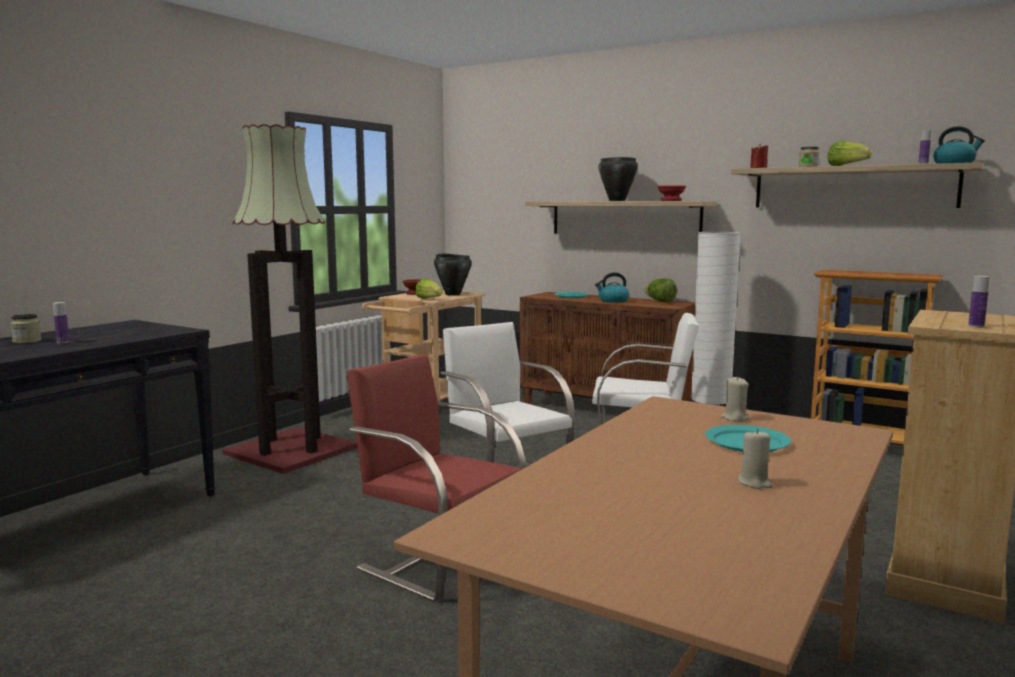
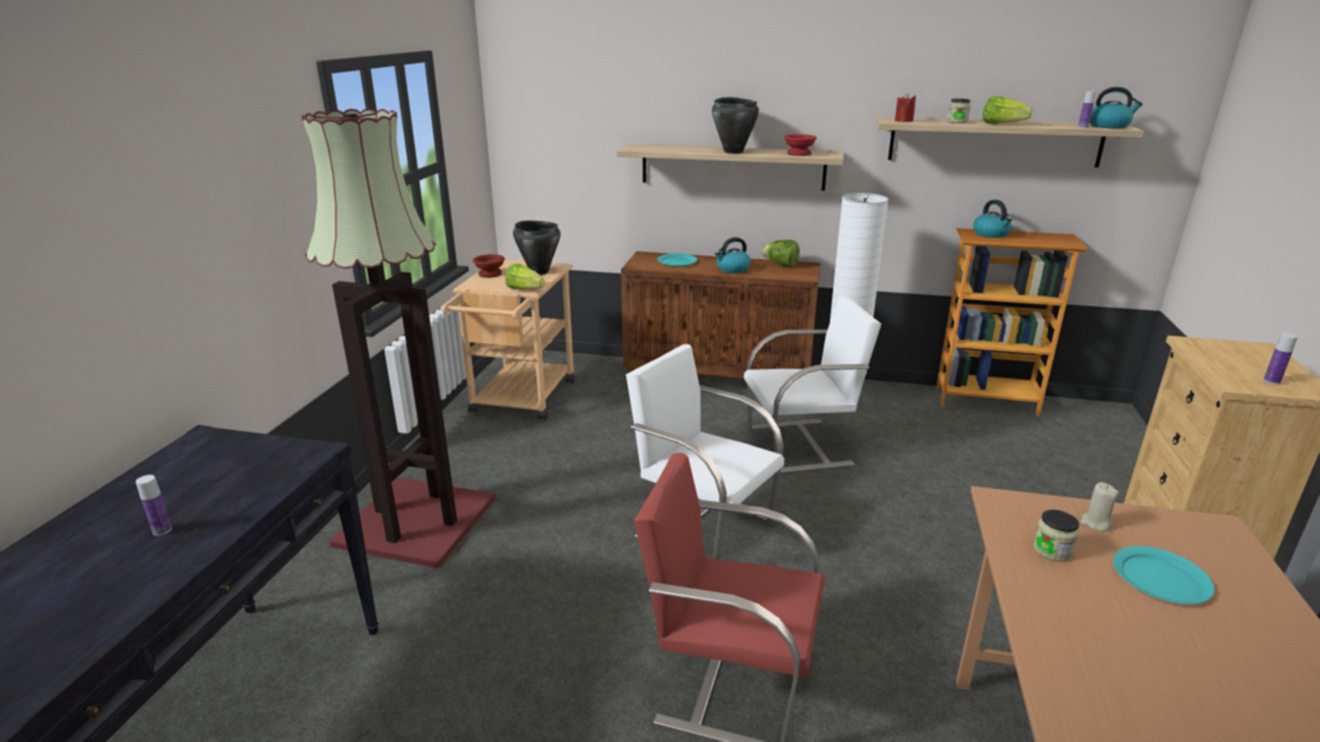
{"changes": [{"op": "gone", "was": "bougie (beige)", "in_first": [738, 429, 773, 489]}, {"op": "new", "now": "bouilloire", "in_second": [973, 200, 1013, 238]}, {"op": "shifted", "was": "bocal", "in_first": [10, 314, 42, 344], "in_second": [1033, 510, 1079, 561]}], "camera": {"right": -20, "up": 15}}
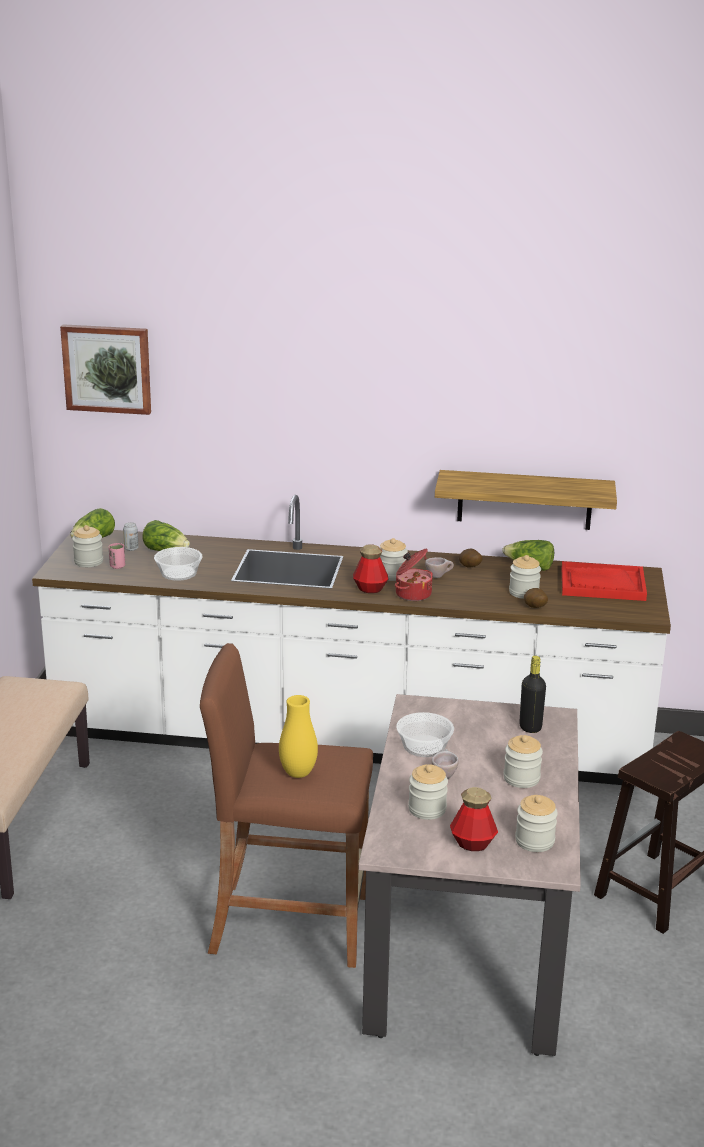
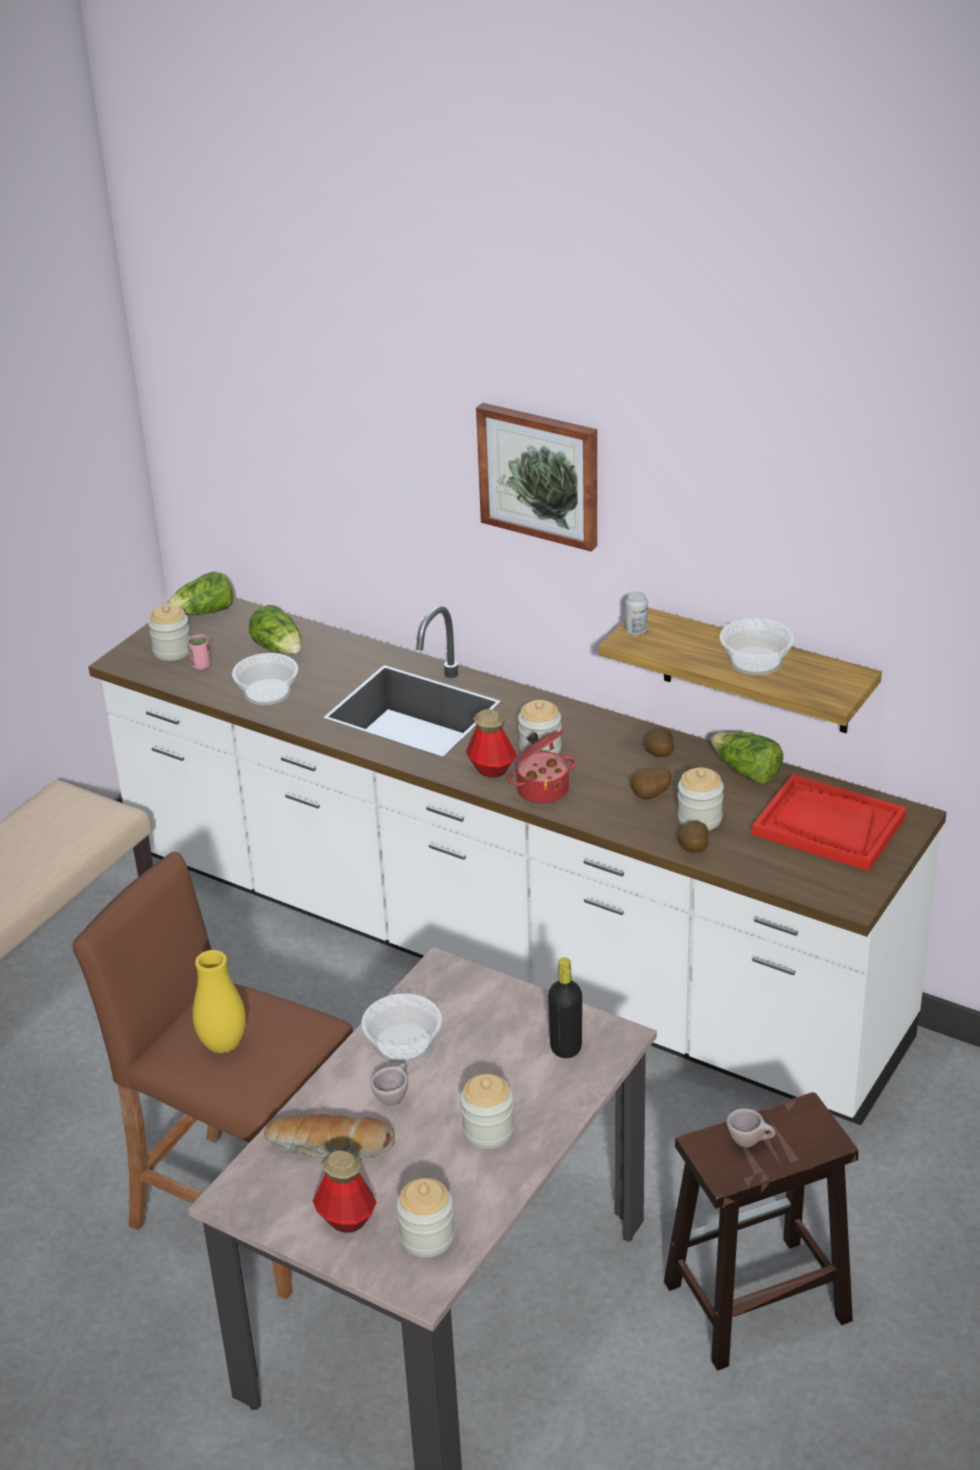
{"changes": [{"op": "new", "now": "pomme de terre", "in_second": [630, 768, 671, 799]}, {"op": "new", "now": "bol", "in_second": [720, 618, 794, 675]}, {"op": "shifted", "was": "tableau", "in_first": [60, 324, 151, 415], "in_second": [476, 403, 597, 552]}, {"op": "shifted", "was": "boîte métallique", "in_first": [123, 522, 139, 551], "in_second": [625, 592, 648, 636]}, {"op": "shifted", "was": "tasse (beige)", "in_first": [425, 557, 454, 578], "in_second": [726, 1109, 776, 1147]}, {"op": "swapped", "was": "bocal", "now": "pain", "in_first": [408, 764, 448, 820], "in_second": [264, 1114, 395, 1159]}], "camera": {"right": 25, "up": 10}}
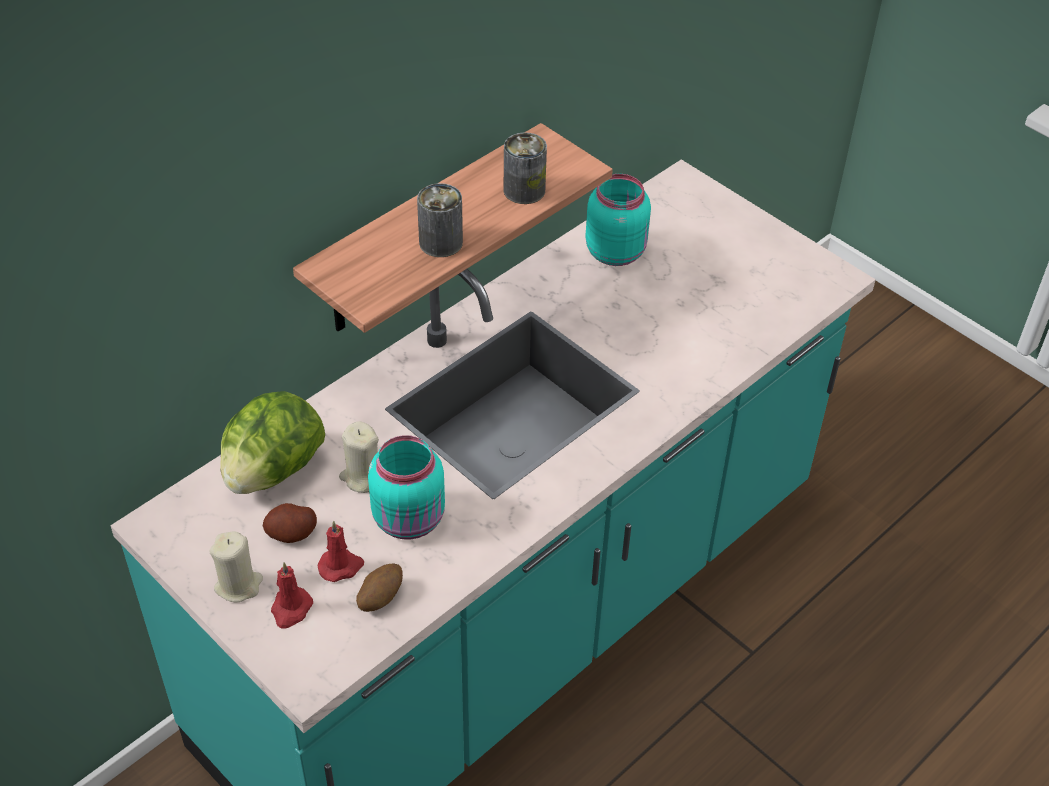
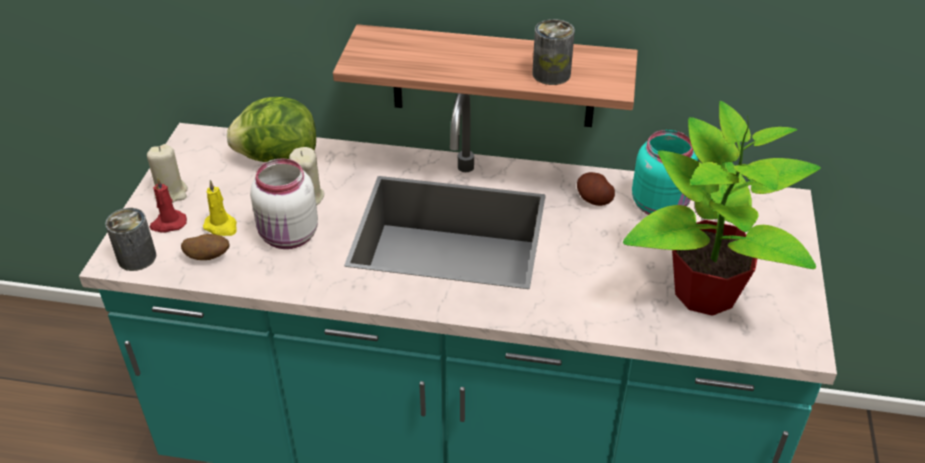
{"changes": [{"op": "new", "now": "plante en pot", "in_second": [623, 101, 821, 316]}, {"op": "shifted", "was": "pomme de terre", "in_first": [263, 503, 317, 543], "in_second": [577, 172, 615, 206]}, {"op": "shifted", "was": "boîte métallique", "in_first": [417, 183, 463, 257], "in_second": [105, 208, 156, 271]}, {"op": "repainted", "was": "bougie (rouge)", "now": "bougie (jaune)", "in_first": [318, 521, 364, 582], "in_second": [203, 180, 237, 236]}, {"op": "repainted", "was": "bocal (turquoise)", "now": "bocal (blanc)", "in_first": [368, 435, 445, 540], "in_second": [250, 158, 318, 249]}], "camera": {"right": 55, "up": -5}}
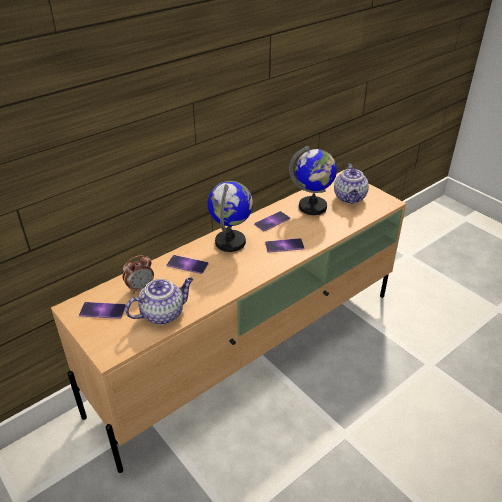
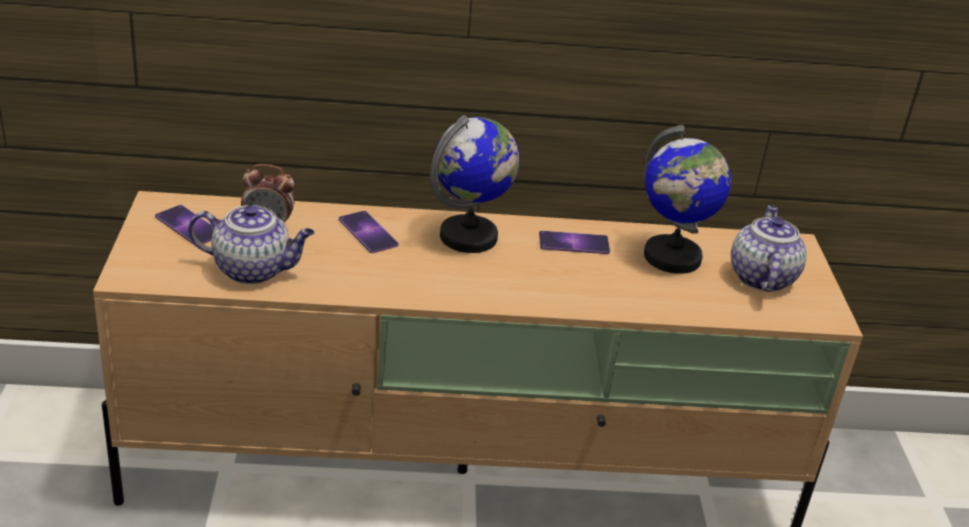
{"changes": [{"op": "gone", "was": "téléphone", "in_first": [265, 238, 304, 253]}, {"op": "rotated", "was": "théière", "in_first": [334, 164, 369, 204], "in_second": [731, 205, 807, 292], "clockwise": 150}], "camera": {"right": 35, "up": -5}}
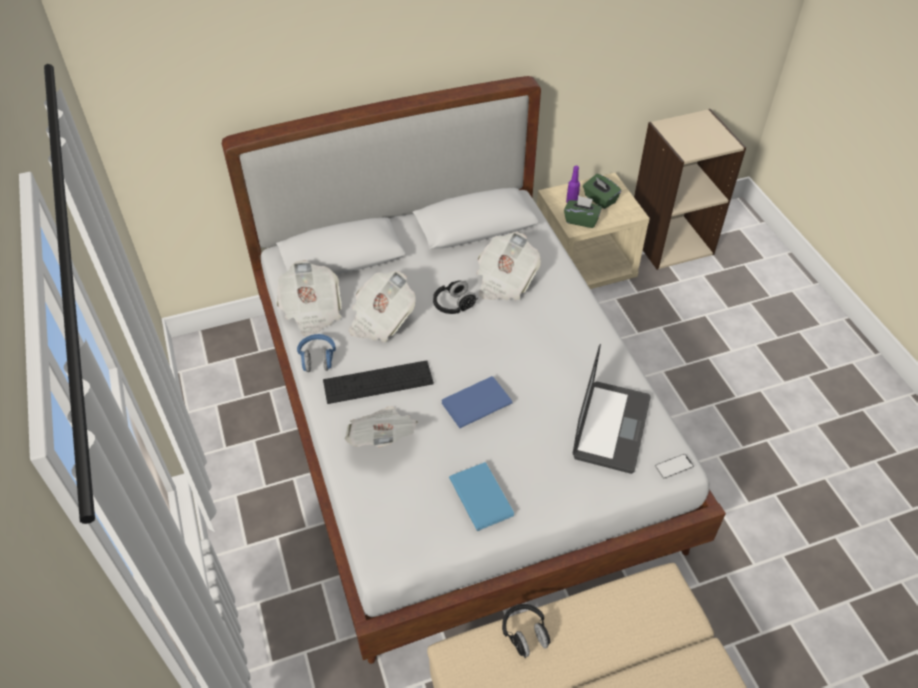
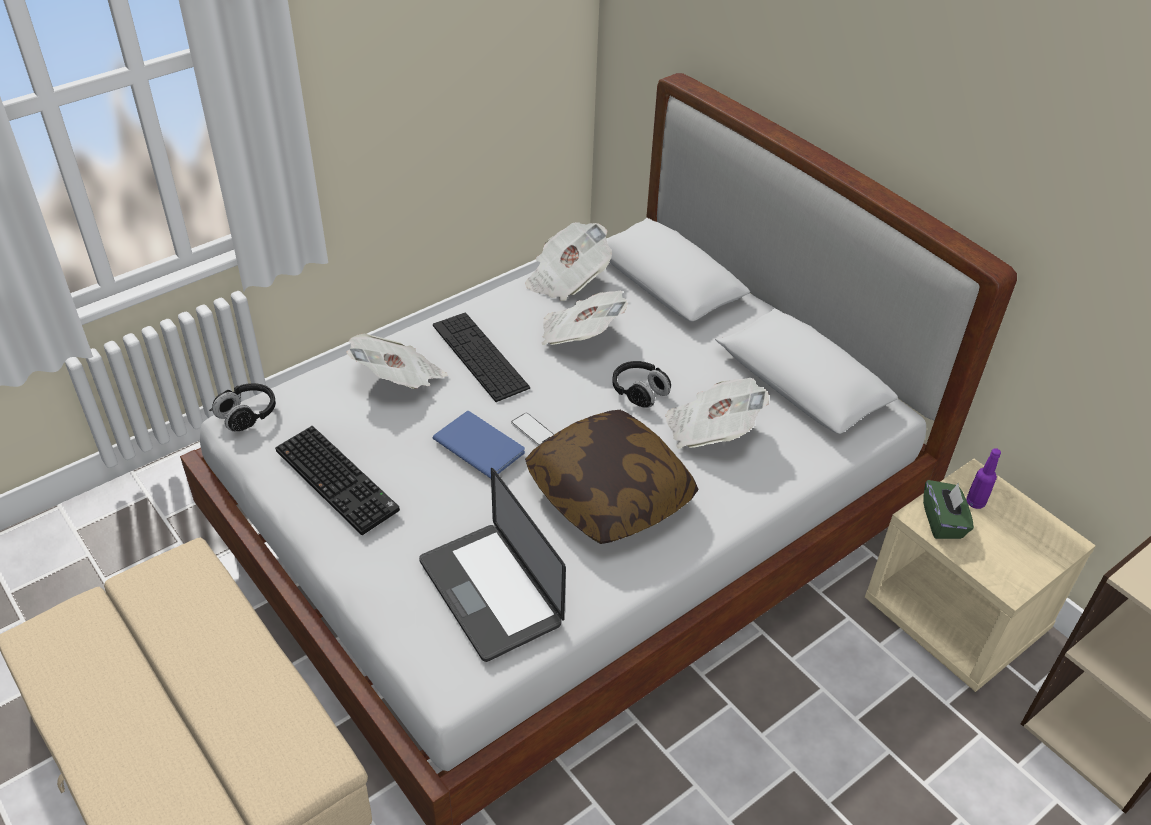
{"changes": [{"op": "gone", "was": "casque audio (bleu)", "in_first": [297, 334, 336, 372]}, {"op": "gone", "was": "boîte à mouchoirs (vert)", "in_first": [583, 174, 621, 209]}, {"op": "new", "now": "coussin", "in_second": [525, 410, 699, 544]}, {"op": "shifted", "was": "casque audio (noir)", "in_first": [502, 604, 550, 658], "in_second": [209, 383, 276, 431]}, {"op": "shifted", "was": "téléphone", "in_first": [655, 454, 694, 479], "in_second": [511, 413, 554, 446]}, {"op": "swapped", "was": "livre (bleu)", "now": "clavier", "in_first": [449, 462, 514, 531], "in_second": [275, 426, 400, 535]}, {"op": "rotated", "was": "ordinateur portable", "in_first": [573, 344, 651, 474], "in_second": [419, 468, 566, 662], "clockwise": 60}], "camera": {"right": 70, "up": -5}}
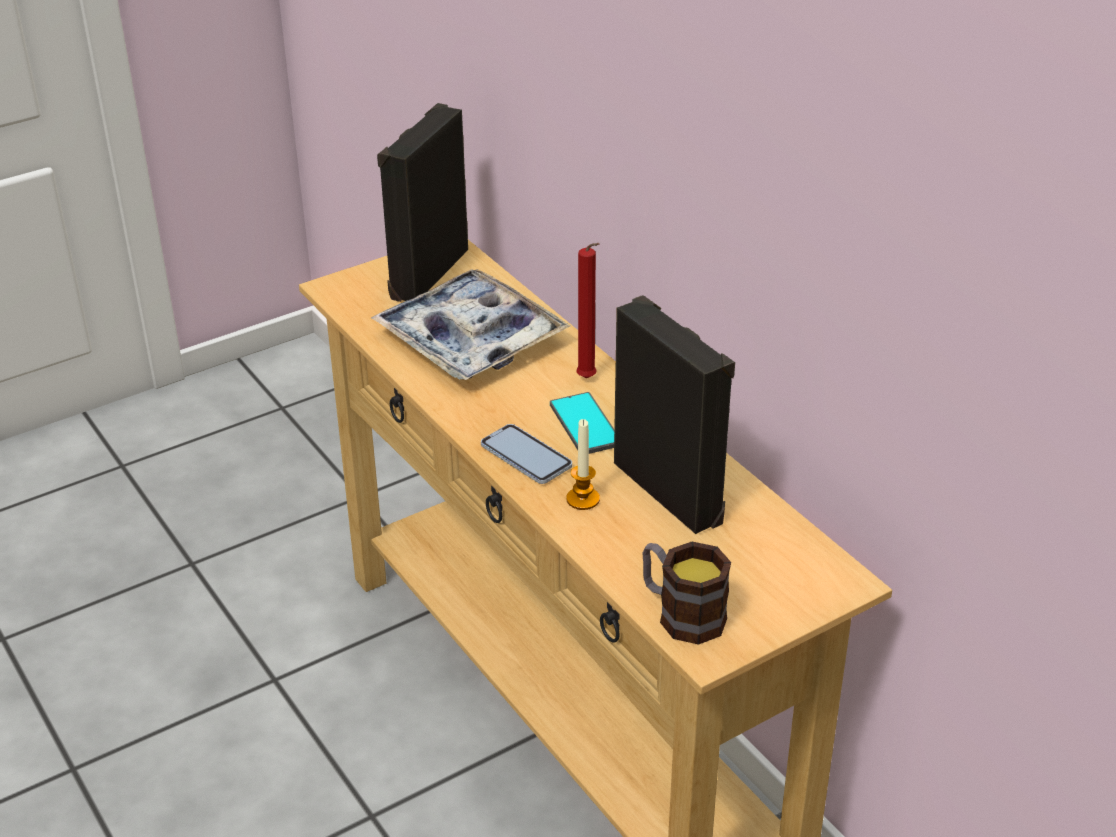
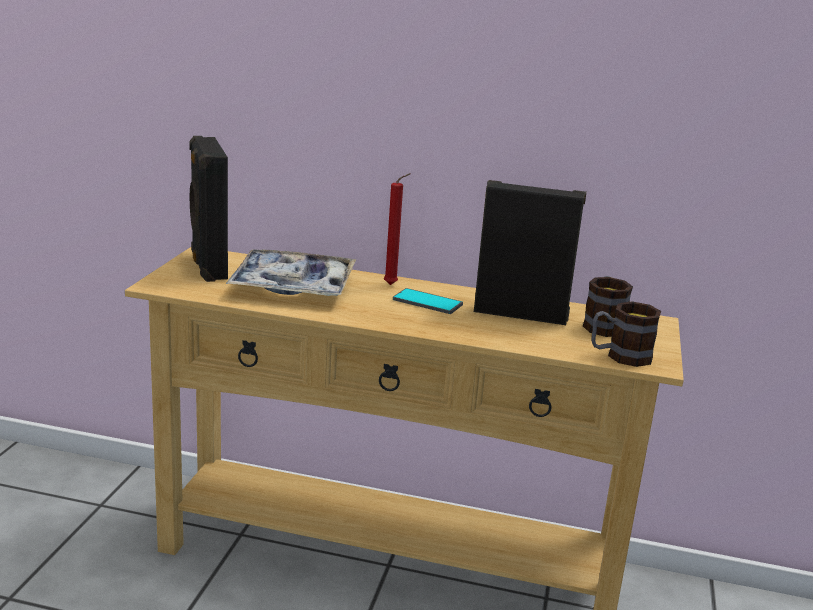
{"changes": [{"op": "gone", "was": "téléphone", "in_first": [481, 424, 572, 484]}, {"op": "gone", "was": "bougie", "in_first": [566, 419, 600, 510]}, {"op": "new", "now": "mug", "in_second": [583, 276, 633, 337]}], "camera": {"right": -45, "up": -15}}
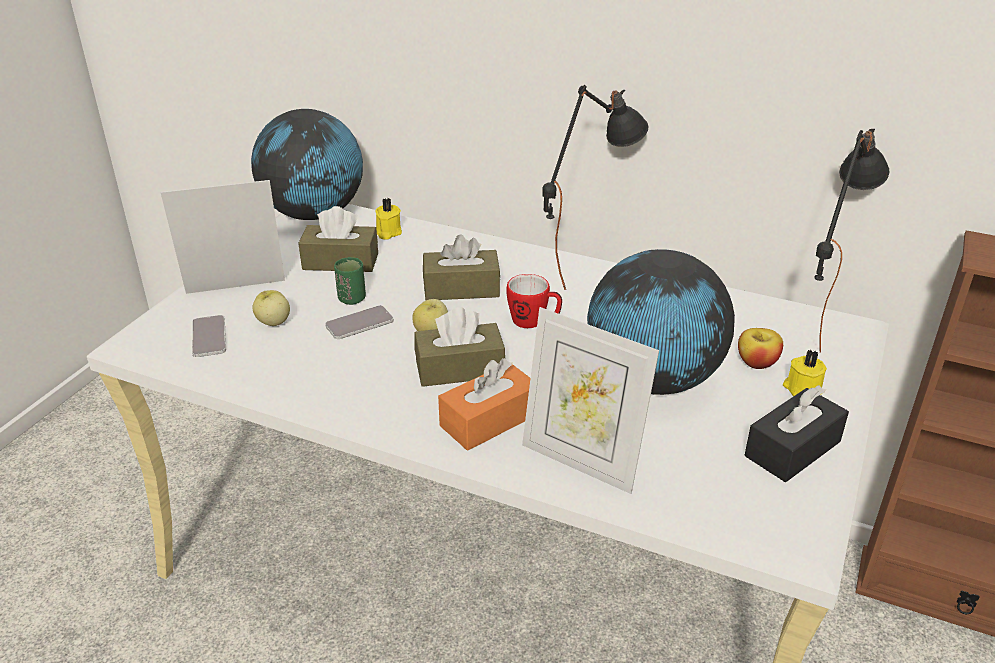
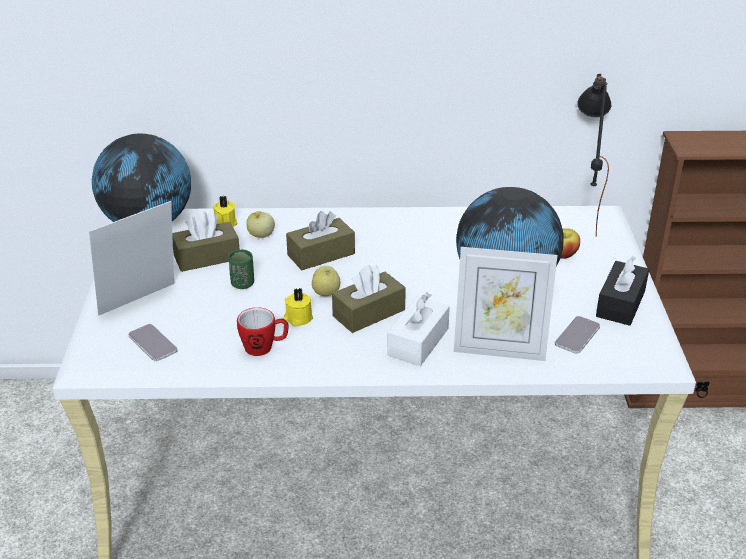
{"changes": [{"op": "gone", "was": "lampe de table (noir)", "in_first": [542, 85, 648, 290]}, {"op": "shifted", "was": "pomme", "in_first": [252, 290, 290, 326], "in_second": [246, 211, 275, 238]}, {"op": "shifted", "was": "téléphone", "in_first": [325, 305, 394, 339], "in_second": [555, 316, 600, 354]}, {"op": "shifted", "was": "mug", "in_first": [507, 274, 562, 328], "in_second": [237, 307, 289, 356]}, {"op": "shifted", "was": "bougie (jaune)", "in_first": [783, 349, 827, 397], "in_second": [283, 288, 313, 326]}, {"op": "repainted", "was": "boîte à mouchoirs (orange)", "now": "boîte à mouchoirs (blanc)", "in_first": [438, 358, 530, 451], "in_second": [387, 292, 450, 366]}], "camera": {"right": -25, "up": 0}}
